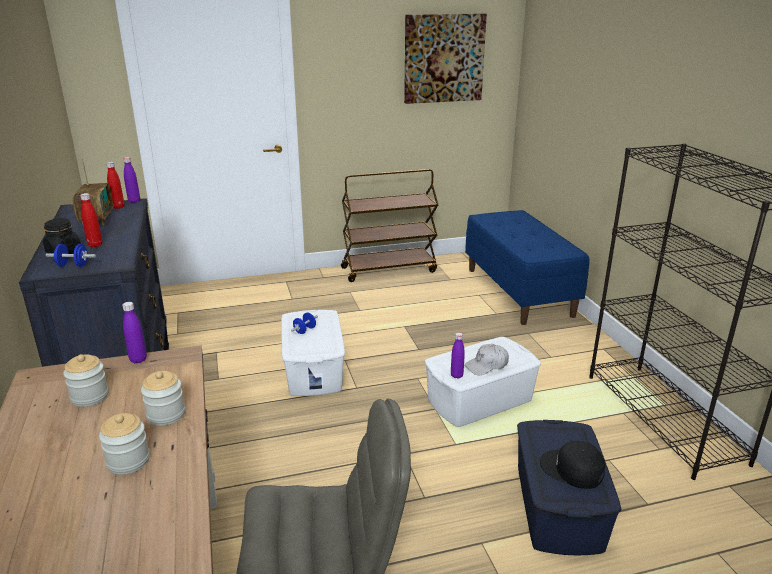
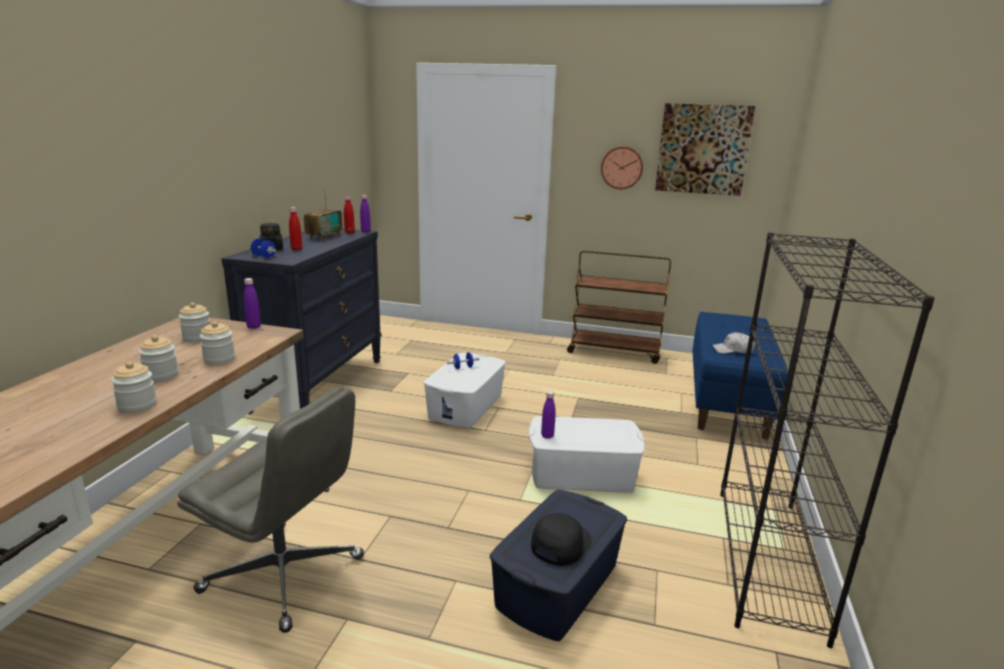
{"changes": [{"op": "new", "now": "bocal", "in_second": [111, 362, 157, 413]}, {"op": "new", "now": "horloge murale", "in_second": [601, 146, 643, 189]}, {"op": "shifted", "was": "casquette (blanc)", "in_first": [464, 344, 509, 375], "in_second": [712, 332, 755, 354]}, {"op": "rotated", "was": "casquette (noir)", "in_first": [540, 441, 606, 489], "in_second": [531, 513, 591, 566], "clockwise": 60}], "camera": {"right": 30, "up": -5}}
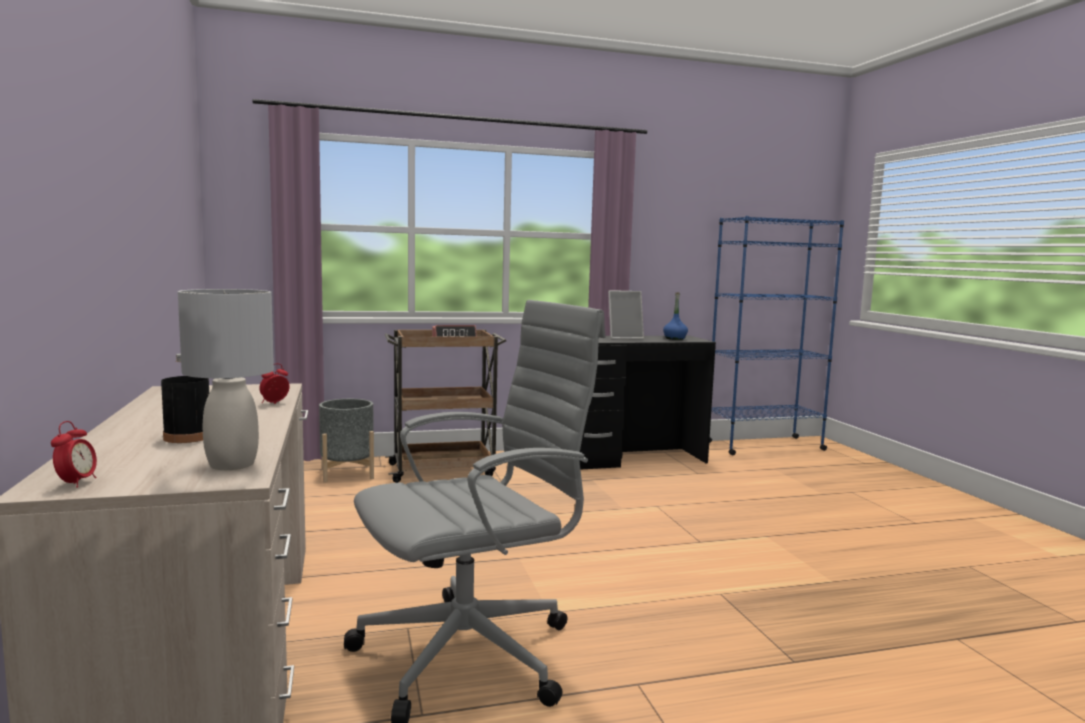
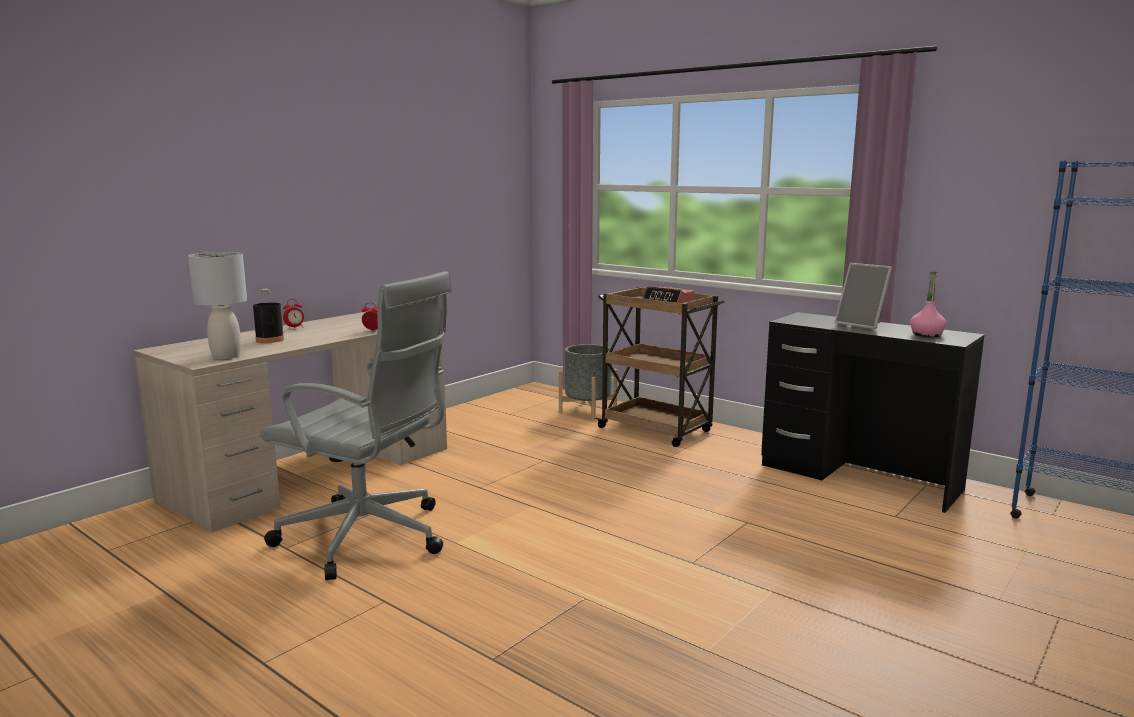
{"changes": [{"op": "shifted", "was": "réveil", "in_first": [51, 421, 97, 488], "in_second": [283, 299, 304, 329]}, {"op": "repainted", "was": "bouteille (bleu)", "now": "bouteille (rose)", "in_first": [663, 292, 688, 340], "in_second": [910, 272, 946, 337]}], "camera": {"right": 55, "up": 5}}
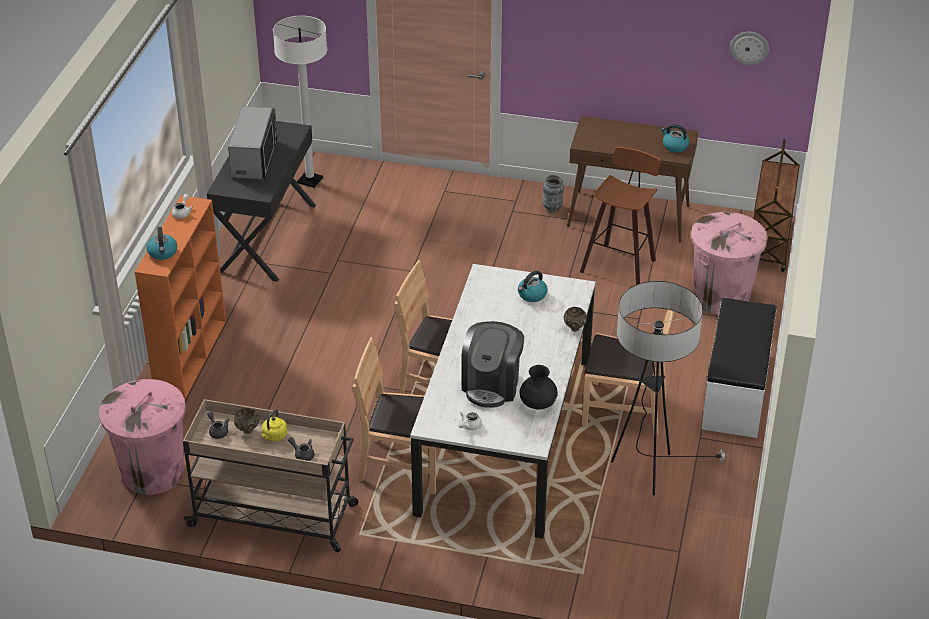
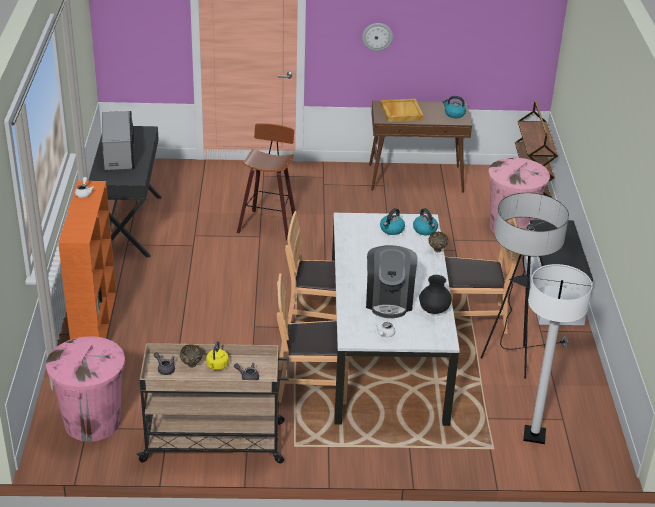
{"changes": [{"op": "gone", "was": "vase", "in_first": [543, 175, 564, 212]}, {"op": "new", "now": "plateau (beige)", "in_second": [380, 99, 424, 122]}, {"op": "shifted", "was": "bouilloire", "in_first": [147, 227, 177, 260], "in_second": [413, 208, 438, 235]}, {"op": "shifted", "was": "lampadaire (blanc)", "in_first": [273, 16, 327, 188], "in_second": [523, 264, 592, 444]}, {"op": "shifted", "was": "tabouret", "in_first": [580, 147, 661, 285], "in_second": [237, 123, 295, 241]}, {"op": "shifted", "was": "horloge murale", "in_first": [730, 32, 769, 65], "in_second": [362, 23, 393, 51]}], "camera": {"right": -15, "up": -5}}
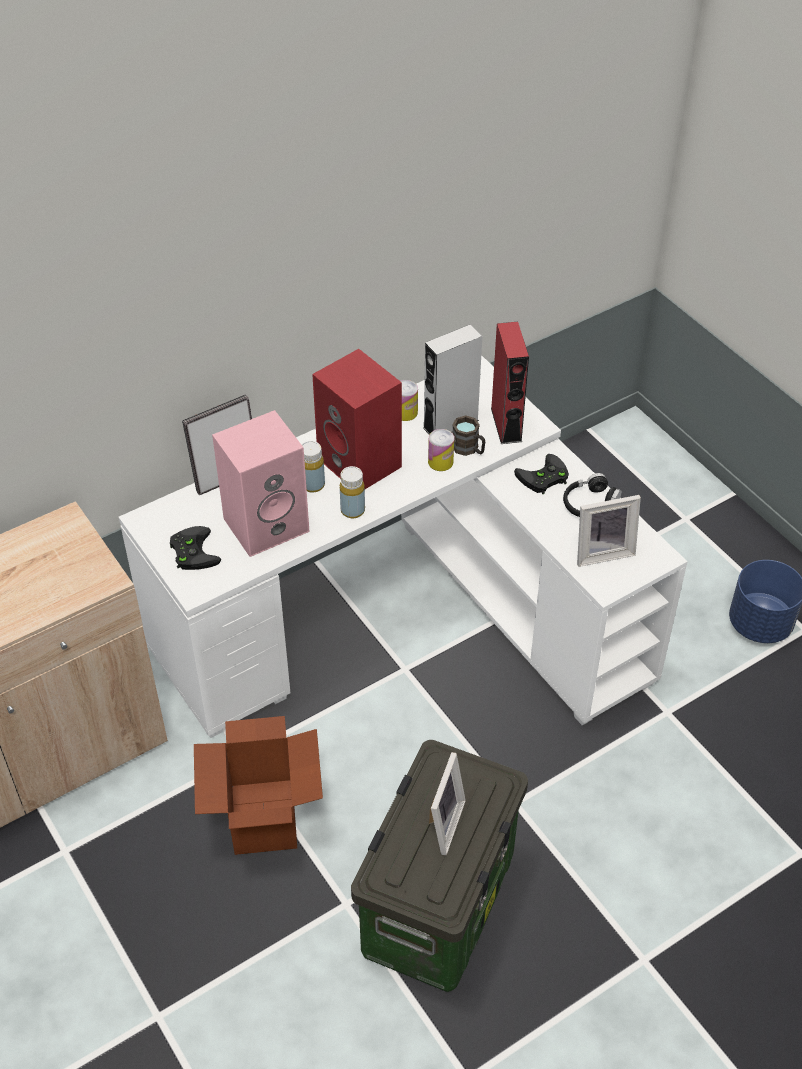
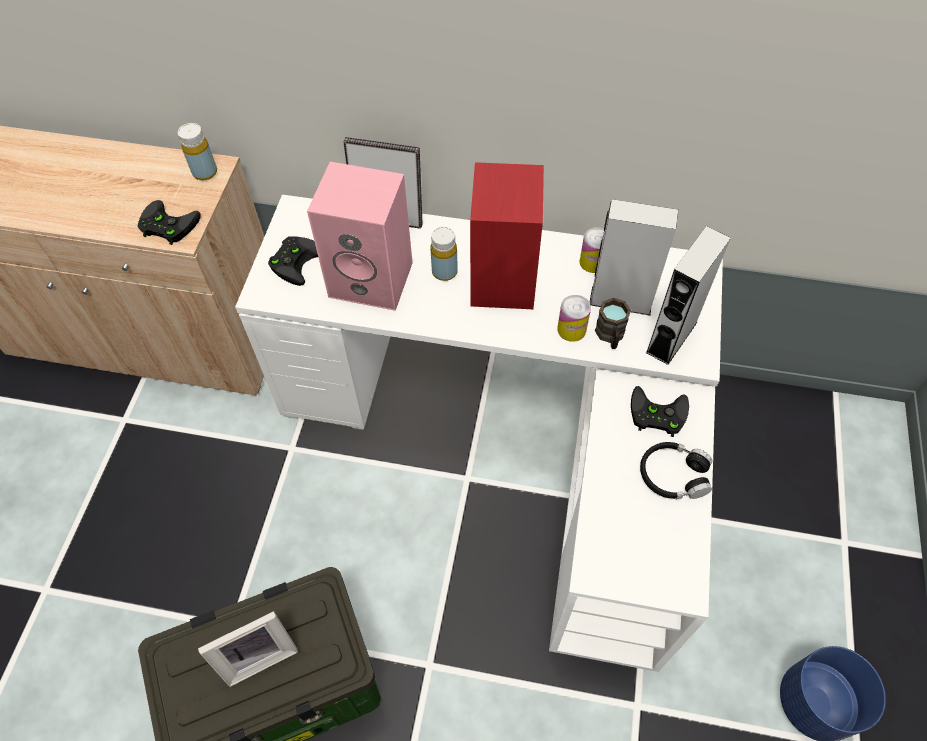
{"changes": [{"op": "gone", "was": "carton", "in_first": [194, 716, 323, 855]}, {"op": "gone", "was": "cadre photo", "in_first": [577, 495, 641, 567]}, {"op": "new", "now": "manette (noir)", "in_second": [138, 200, 201, 245]}, {"op": "shifted", "was": "bouteille (jaune)", "in_first": [340, 466, 365, 518], "in_second": [178, 123, 217, 180]}, {"op": "repainted", "was": "enceinte (rouge)", "now": "enceinte (gris)", "in_first": [491, 322, 529, 444], "in_second": [646, 226, 731, 365]}], "camera": {"right": 45, "up": 10}}
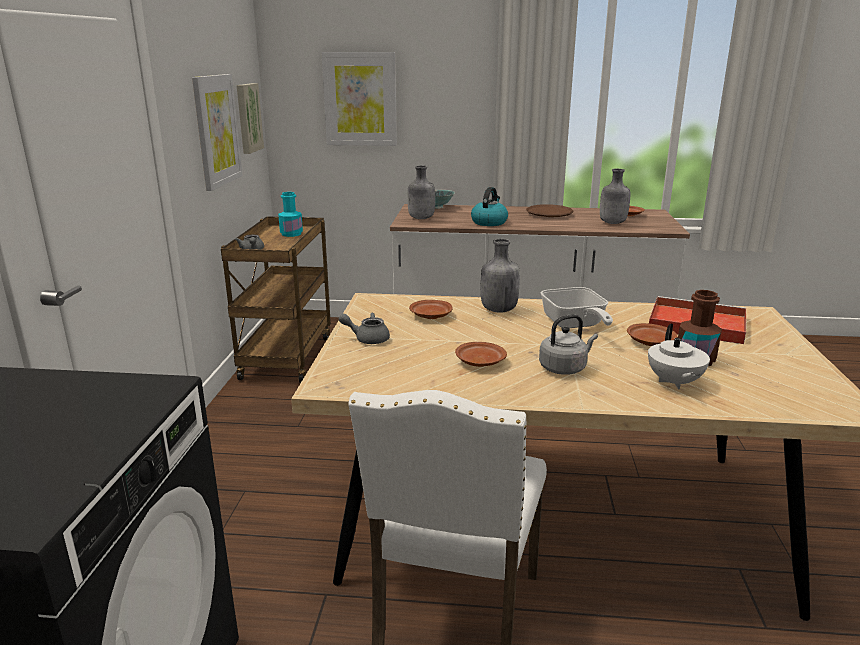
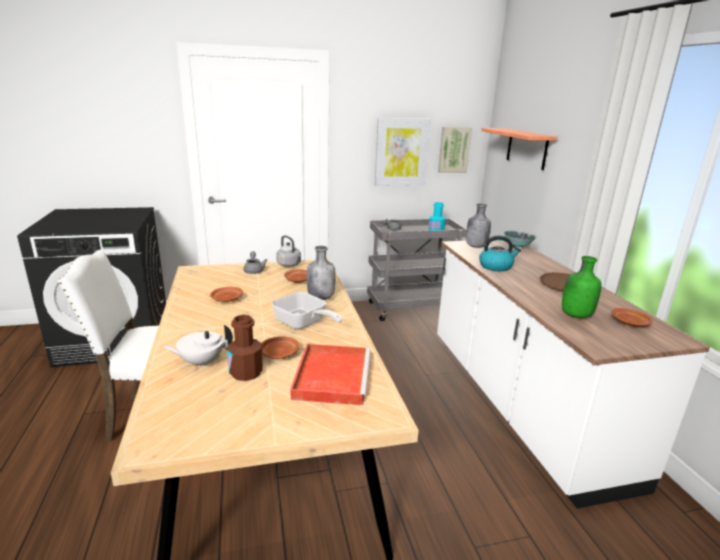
{"changes": [{"op": "shifted", "was": "bouilloire (gris)", "in_first": [539, 314, 598, 375], "in_second": [276, 235, 301, 267]}, {"op": "swapped", "was": "tableau", "now": "étagère", "in_first": [321, 52, 397, 146], "in_second": [481, 128, 557, 170]}, {"op": "repainted", "was": "chariot (marron)", "now": "chariot (gris)", "in_first": [221, 217, 331, 383], "in_second": [367, 218, 467, 321]}, {"op": "repainted", "was": "bouteille (gris)", "now": "bouteille (vert)", "in_first": [600, 169, 630, 224], "in_second": [562, 256, 602, 318]}, {"op": "rotated", "was": "poêle", "in_first": [541, 287, 613, 328], "in_second": [271, 292, 343, 329], "clockwise": -105}], "camera": {"right": 70, "up": 0}}
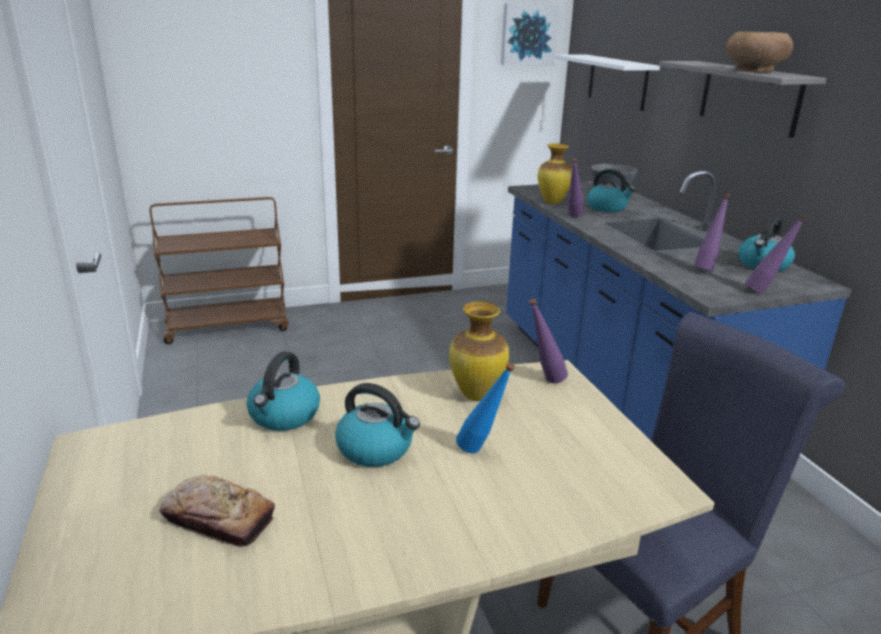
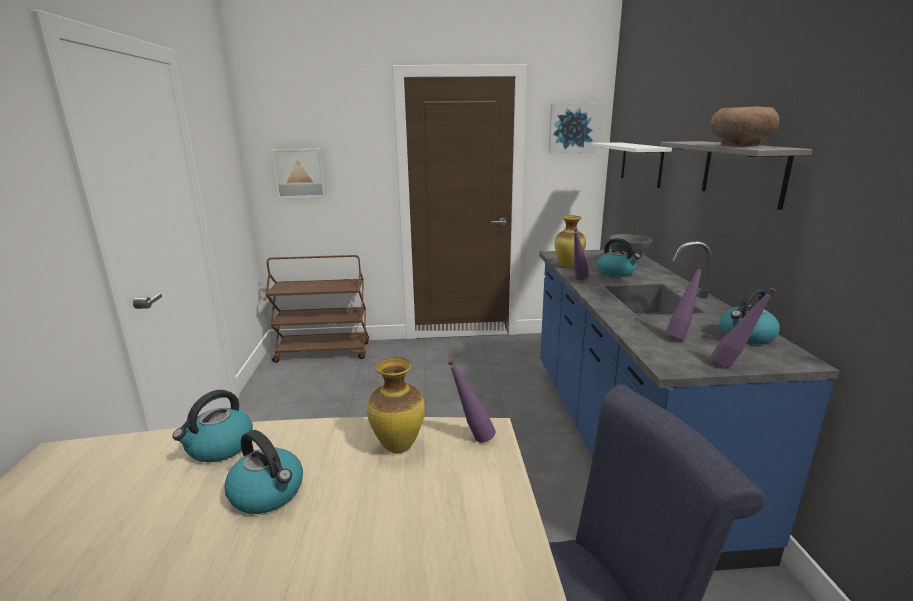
{"changes": [{"op": "gone", "was": "pain", "in_first": [160, 475, 275, 547]}, {"op": "gone", "was": "bouteille (bleu)", "in_first": [456, 363, 515, 453]}, {"op": "new", "now": "tableau", "in_second": [272, 149, 326, 198]}], "camera": {"right": 15, "up": -5}}
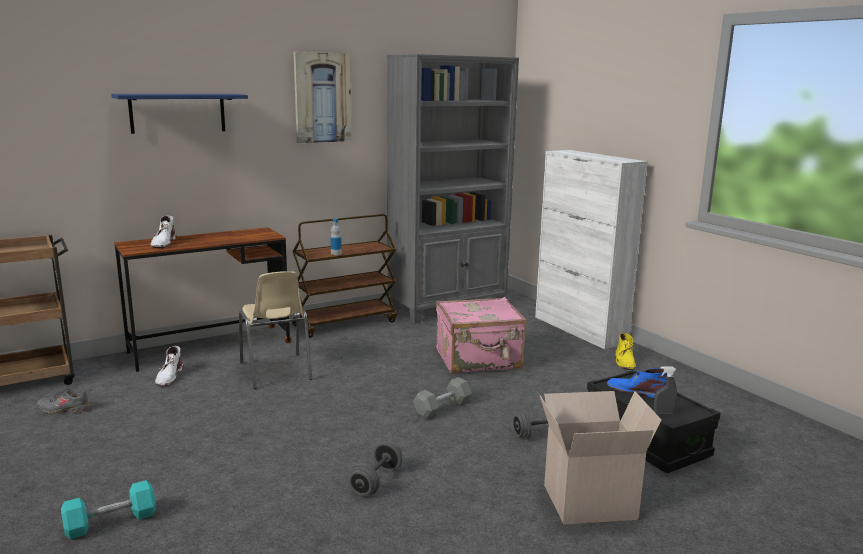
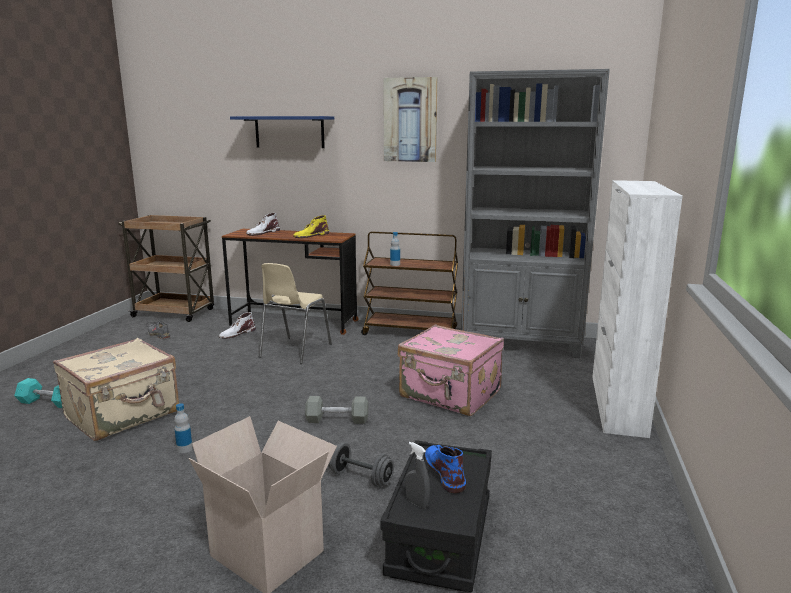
{"changes": [{"op": "new", "now": "valise (beige)", "in_second": [53, 338, 179, 441]}, {"op": "shifted", "was": "botte (jaune)", "in_first": [615, 333, 636, 370], "in_second": [293, 215, 329, 238]}, {"op": "swapped", "was": "haltère (gris)", "now": "bouteille", "in_first": [349, 441, 402, 496], "in_second": [174, 403, 193, 453]}], "camera": {"right": 45, "up": 0}}
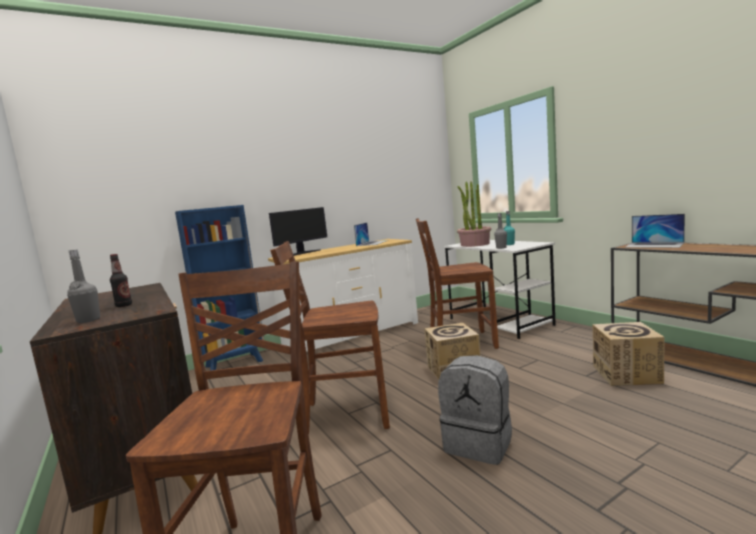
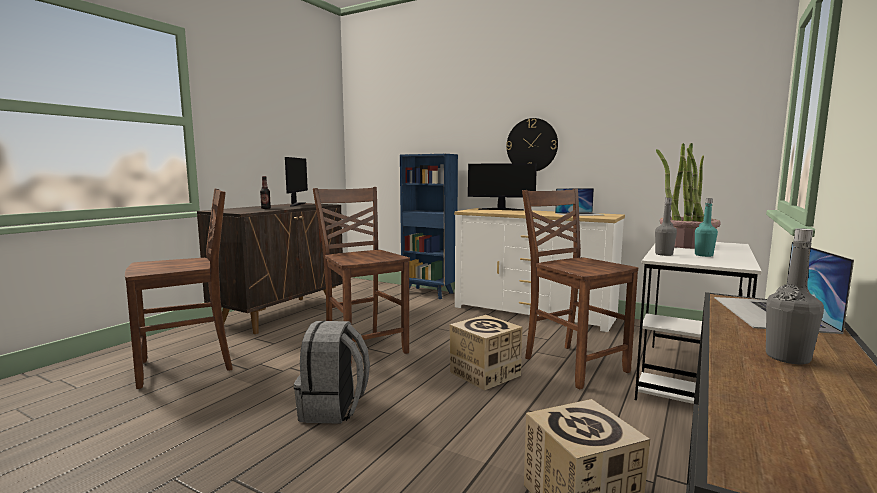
{"changes": [{"op": "new", "now": "écran d'ordinateur", "in_second": [285, 157, 308, 207]}, {"op": "new", "now": "horloge murale", "in_second": [506, 118, 558, 171]}, {"op": "shifted", "was": "bouteille (gris)", "in_first": [67, 250, 100, 323], "in_second": [766, 228, 824, 364]}], "camera": {"right": 60, "up": 0}}
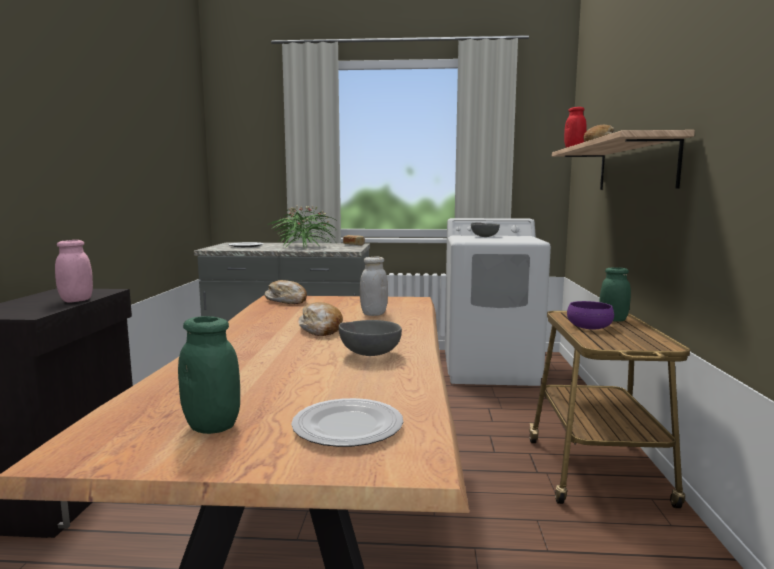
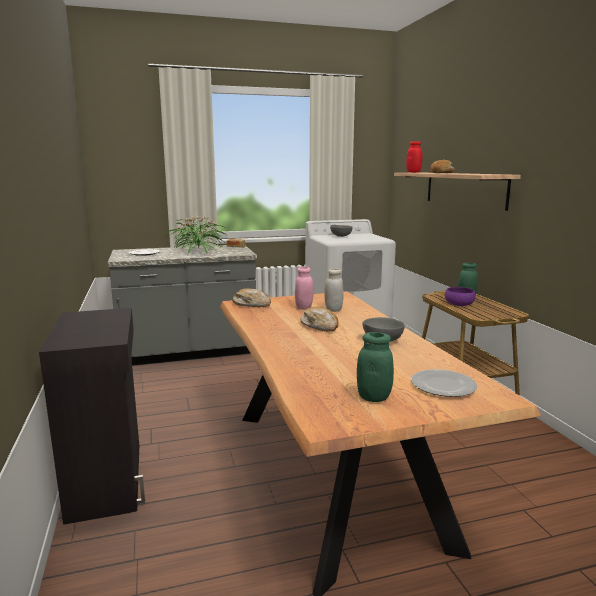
{"changes": [{"op": "shifted", "was": "bocal (rose)", "in_first": [55, 240, 93, 303], "in_second": [295, 266, 314, 309]}], "camera": {"right": -20, "up": 5}}
